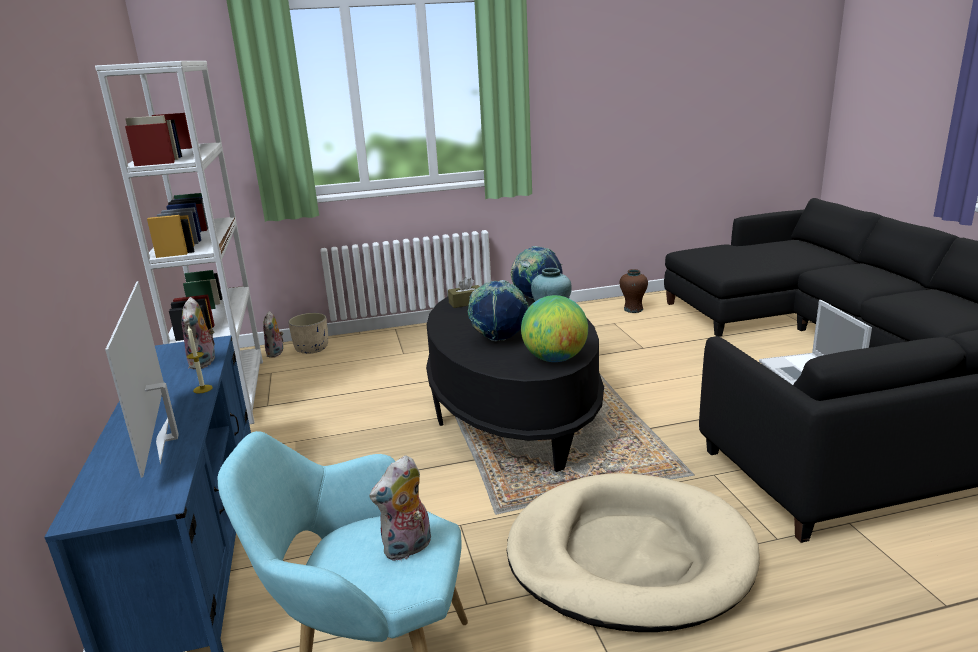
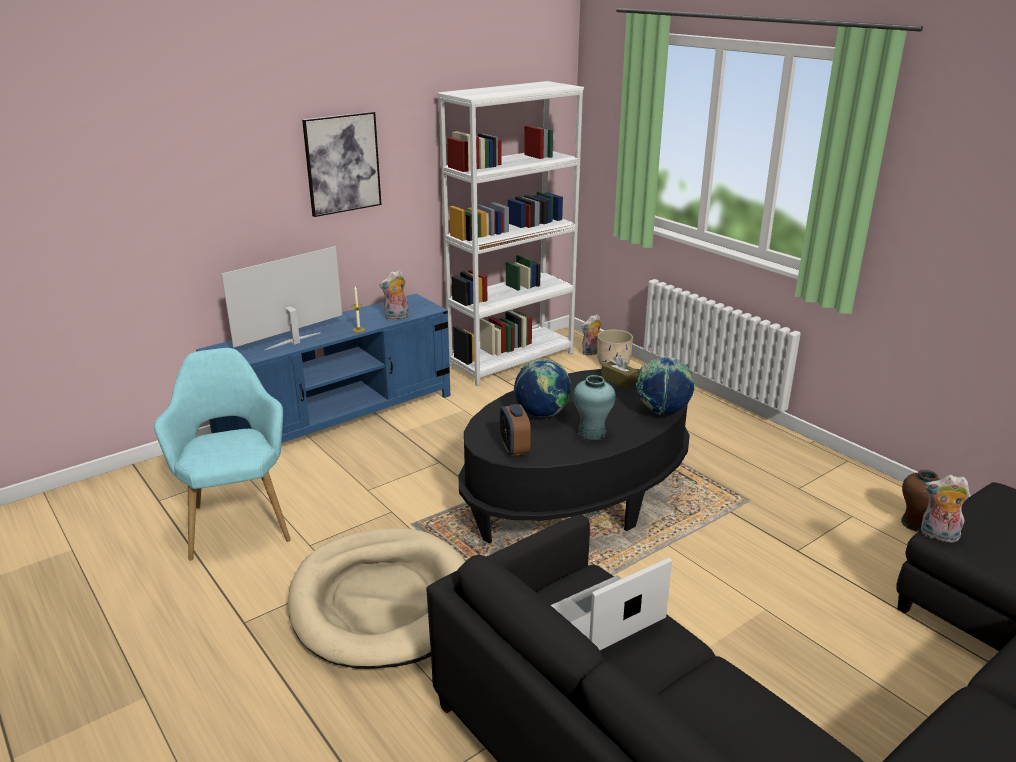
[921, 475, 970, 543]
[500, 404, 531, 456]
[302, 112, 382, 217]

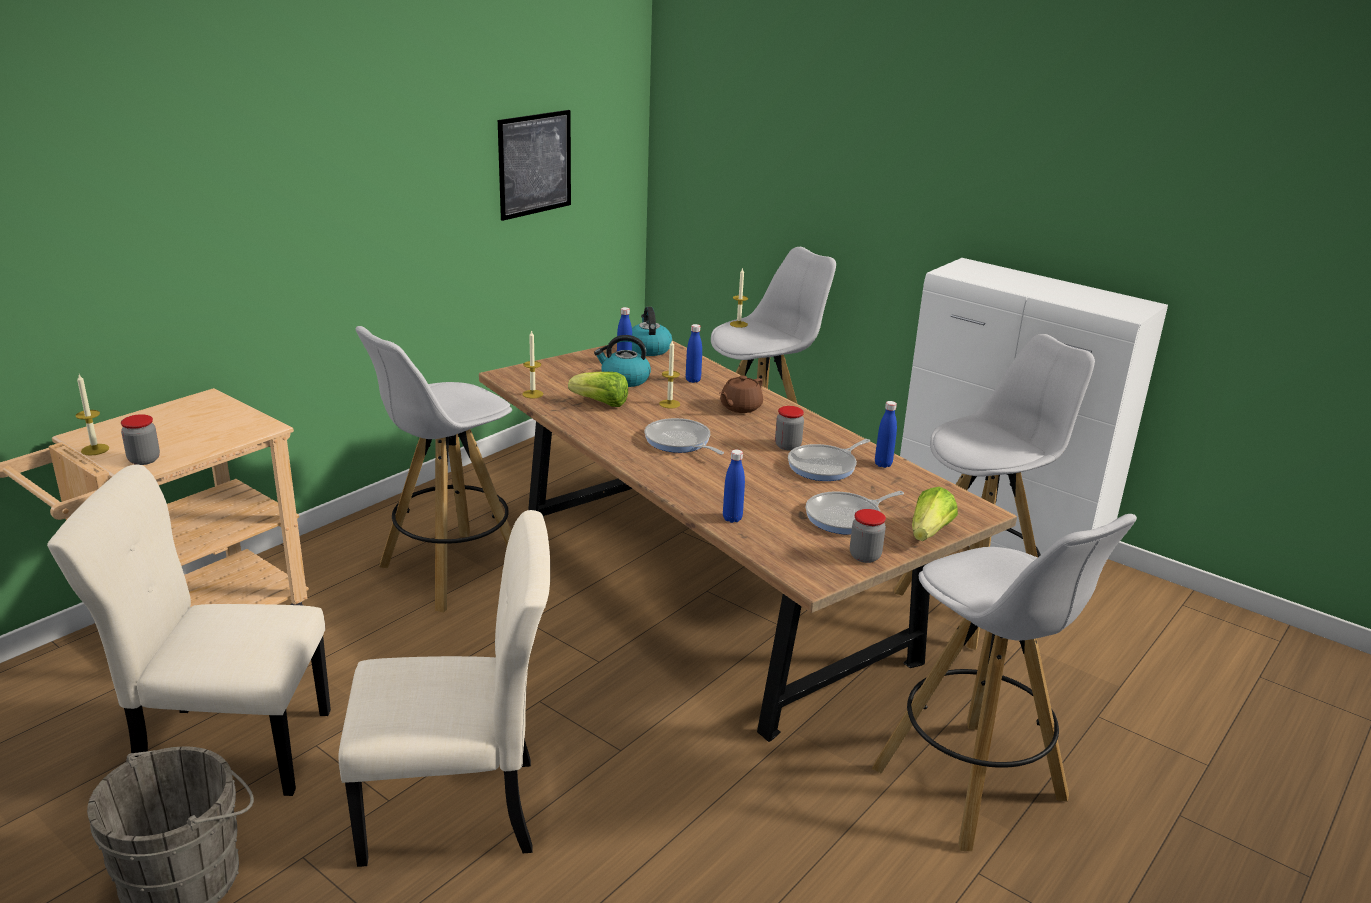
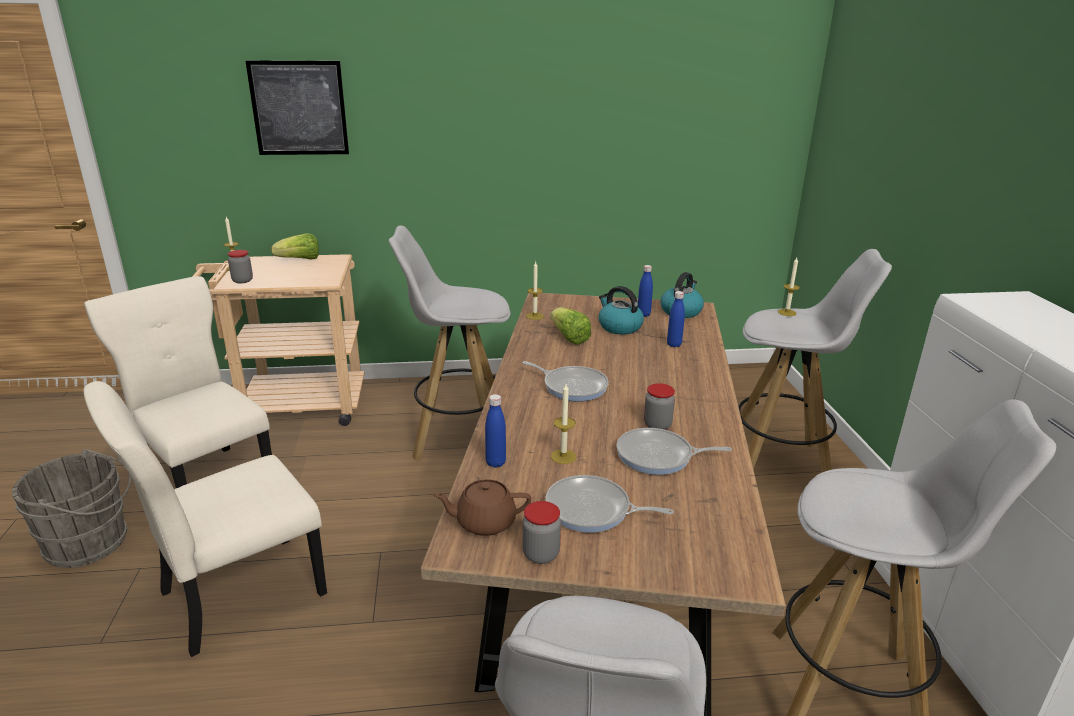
[84, 381, 327, 657]
[245, 60, 349, 155]
[522, 361, 608, 402]
[551, 384, 576, 464]
[433, 479, 531, 536]
[875, 401, 897, 468] (first image)
[271, 233, 319, 260]

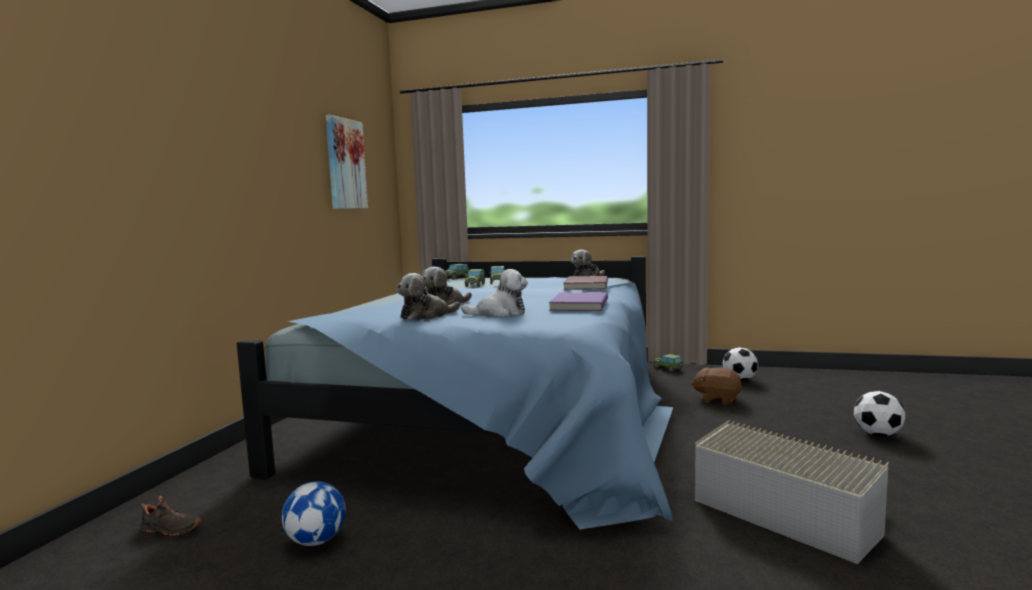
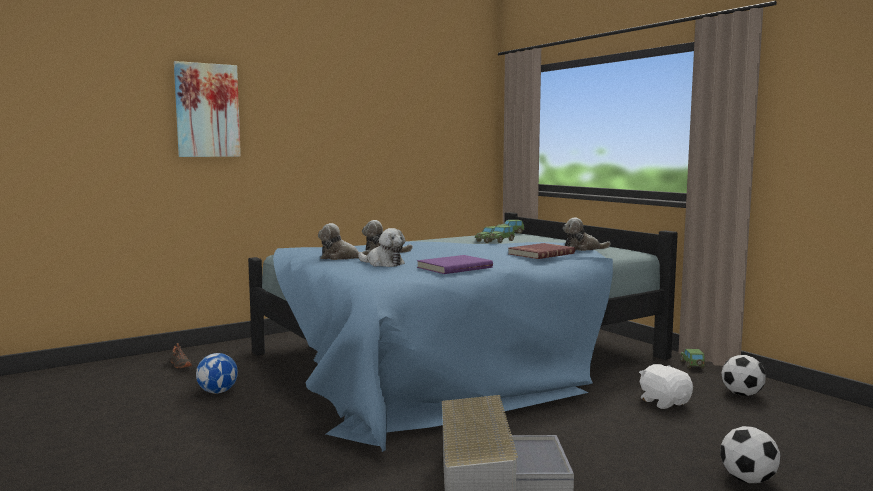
[174, 61, 241, 157]
[639, 364, 693, 409]

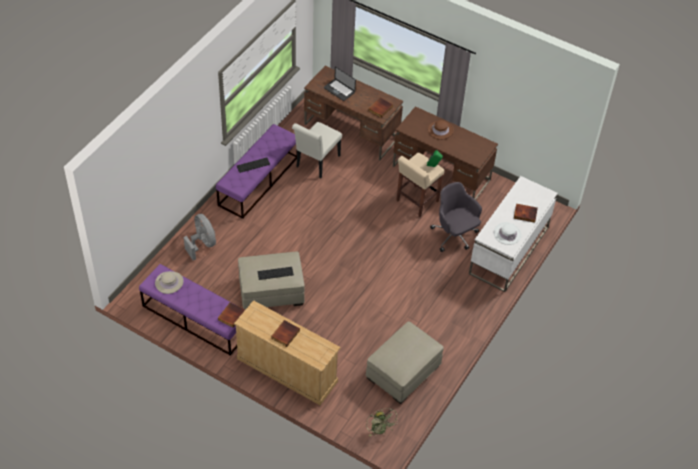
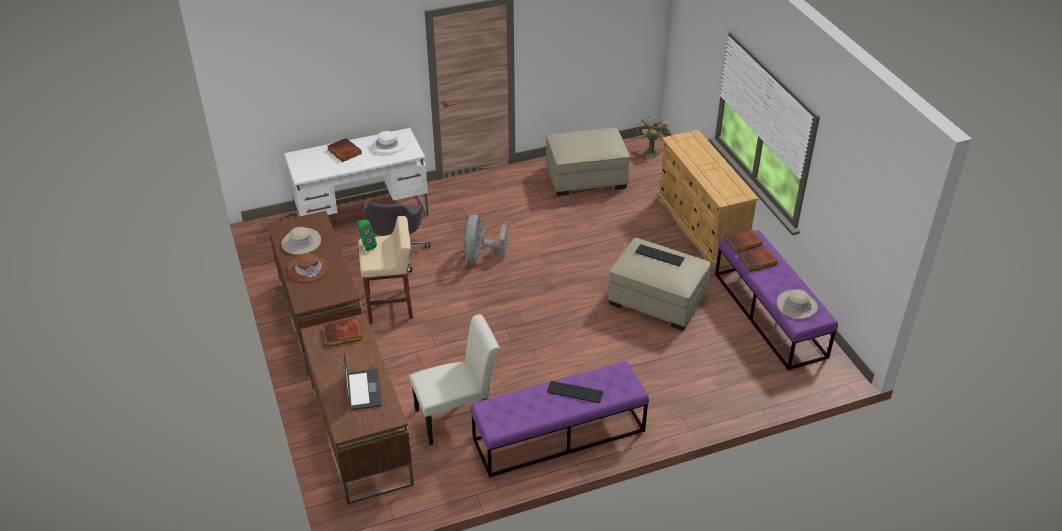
[463, 215, 507, 263]
[739, 246, 778, 272]
[281, 227, 321, 255]

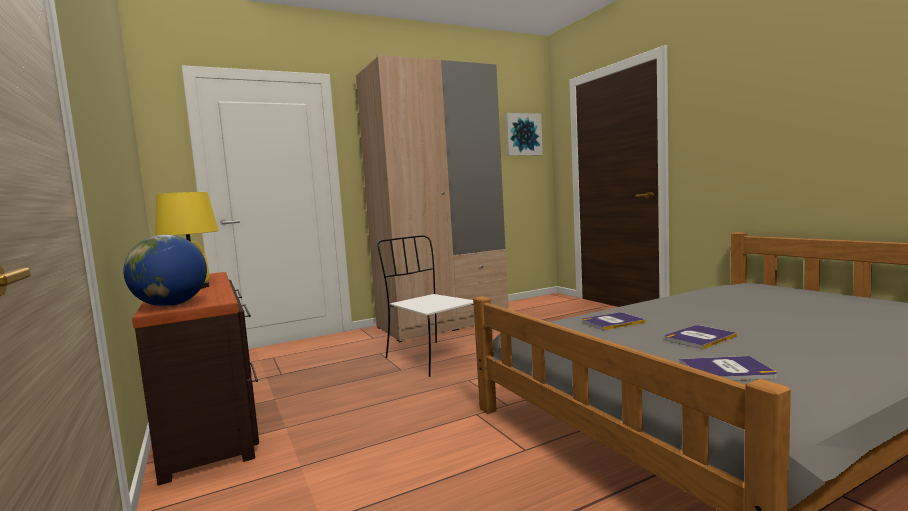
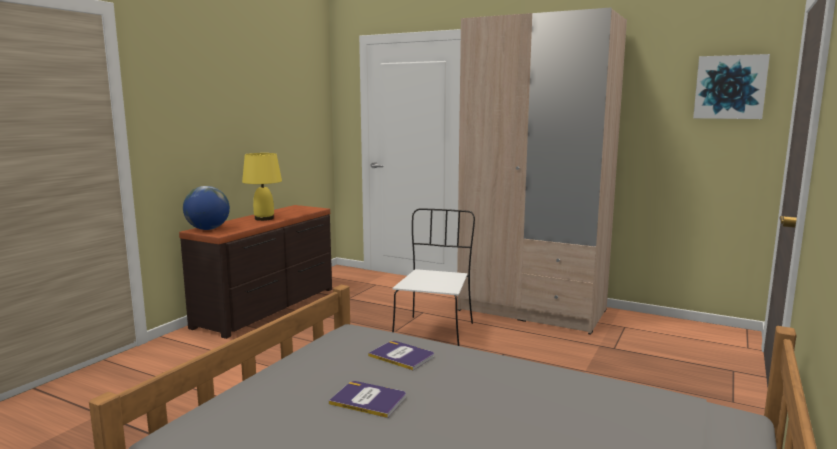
[679, 356, 777, 381] (first image)

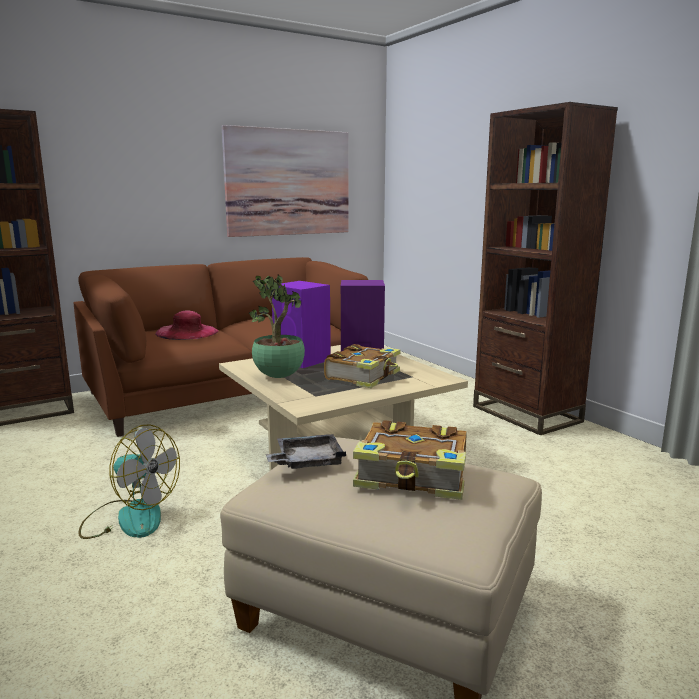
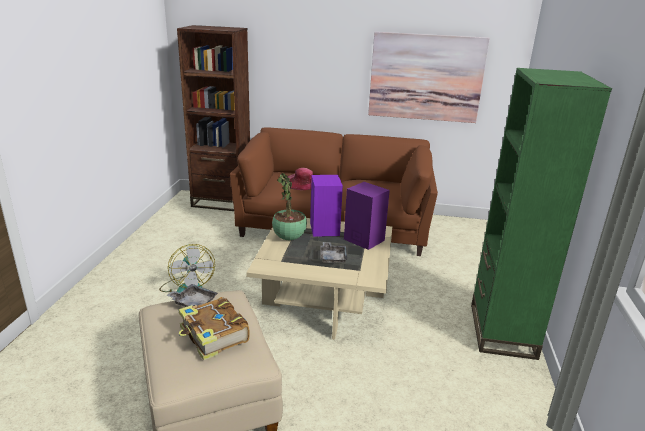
[320, 242, 347, 264]
[471, 68, 612, 360]

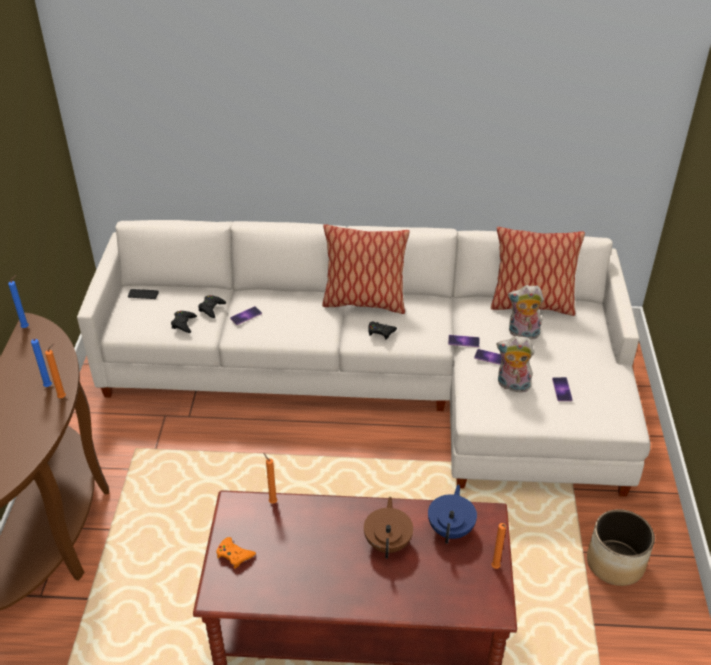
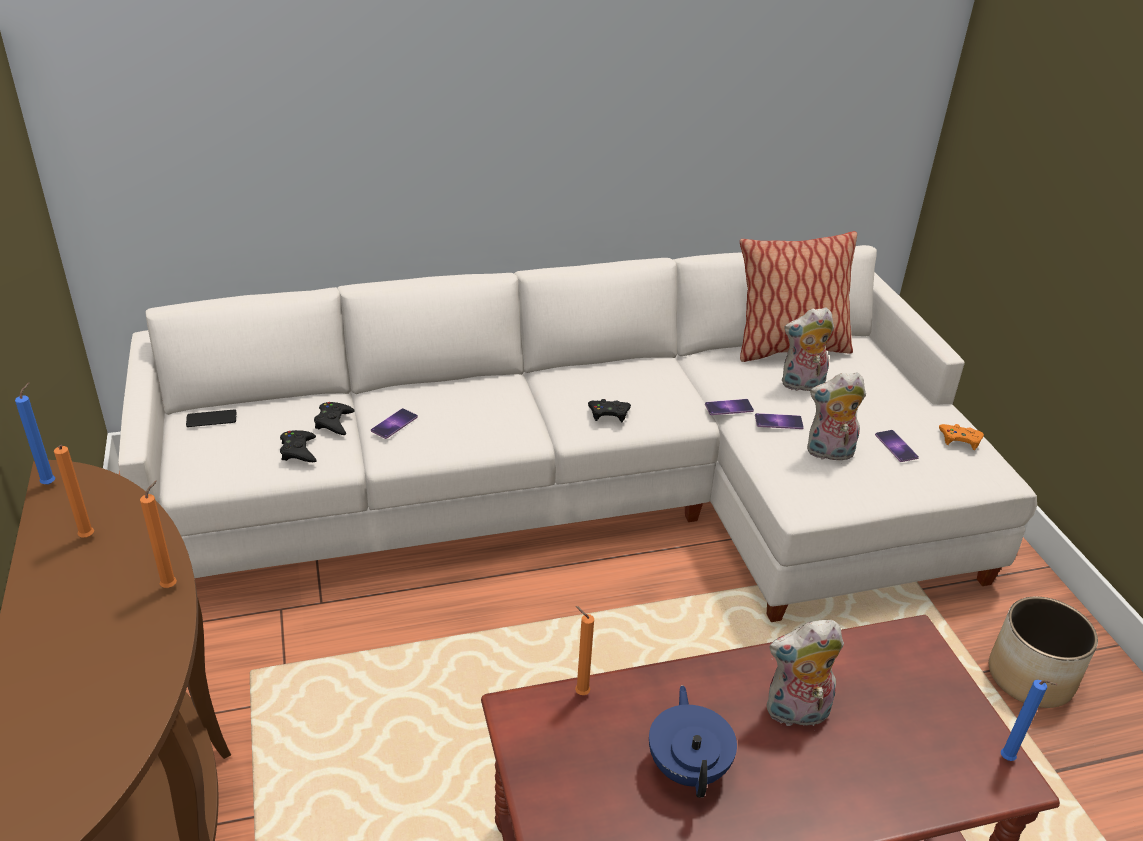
[1001, 680, 1057, 761]
[939, 424, 984, 450]
[322, 224, 409, 314] (first image)
[767, 620, 844, 729]
[649, 685, 737, 798]
[54, 445, 94, 537]

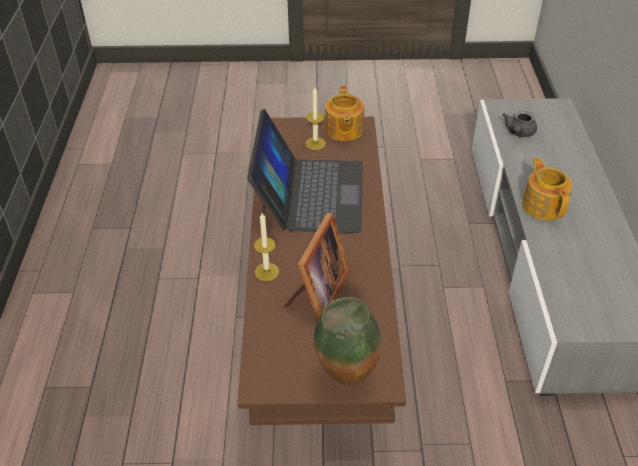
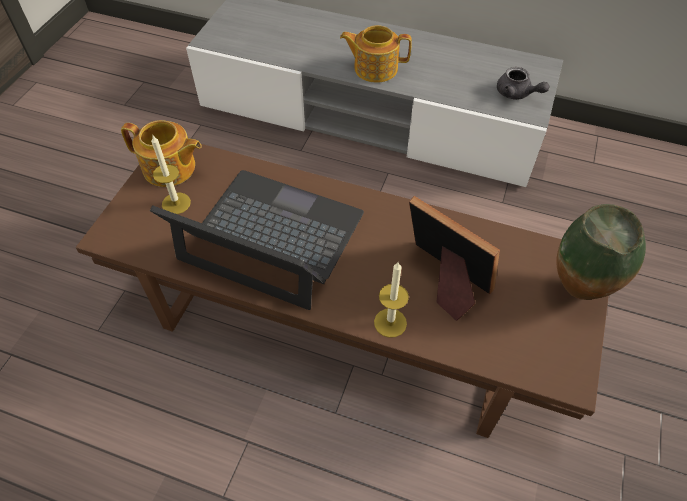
[497, 67, 549, 100]

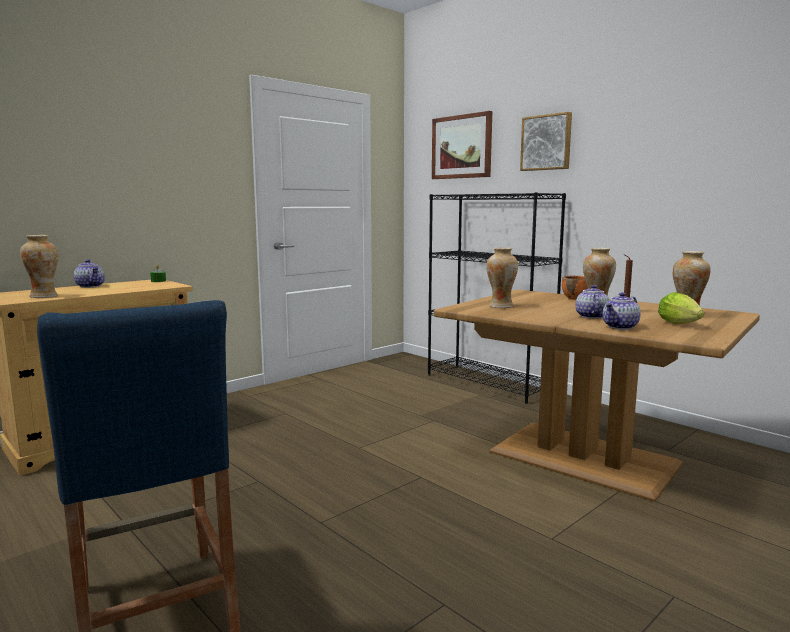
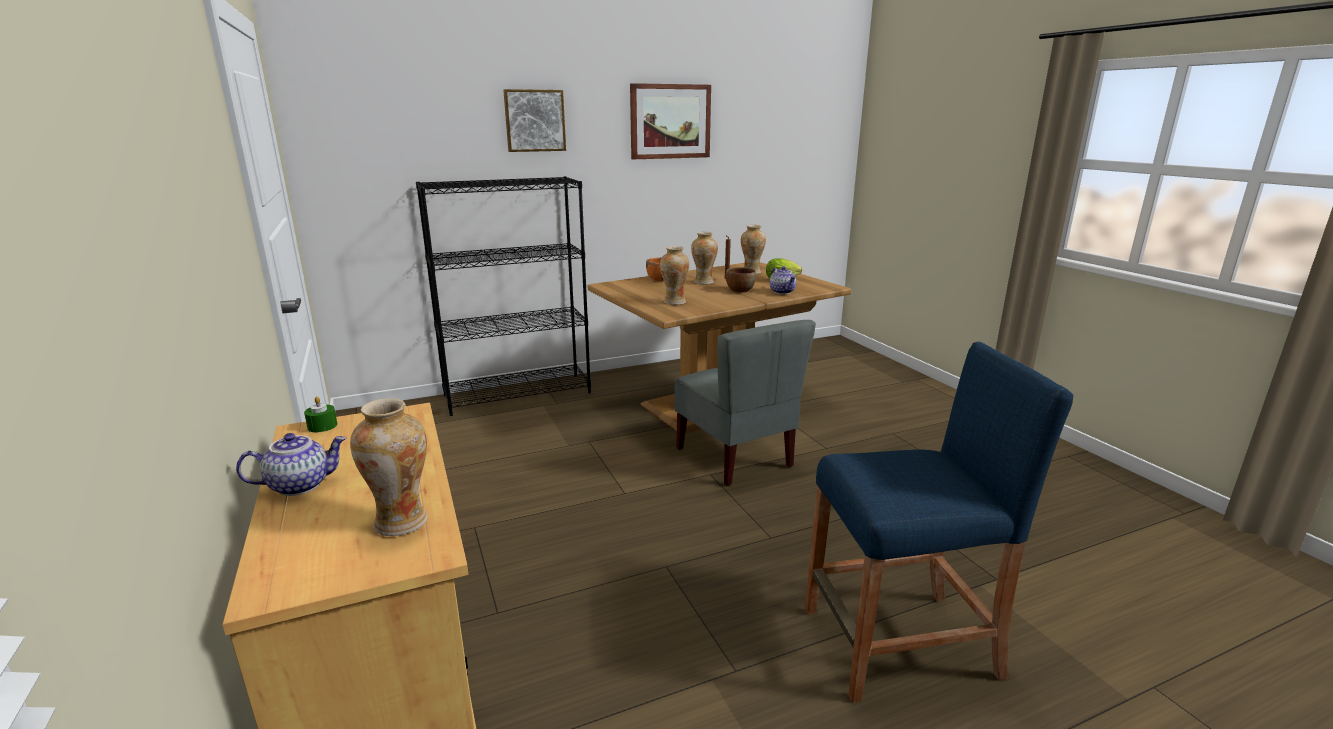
[630, 83, 711, 159]
[726, 267, 756, 292]
[674, 320, 816, 486]

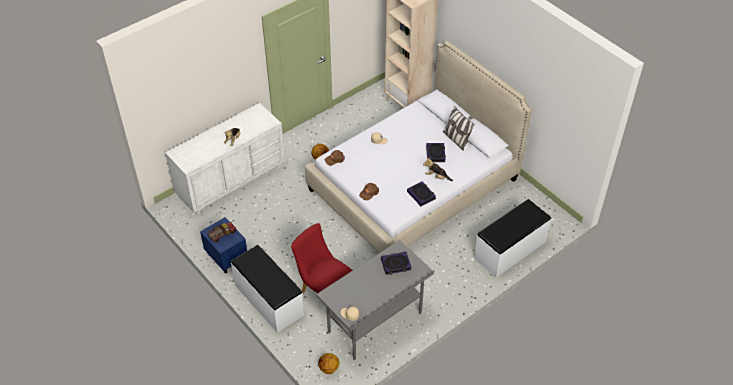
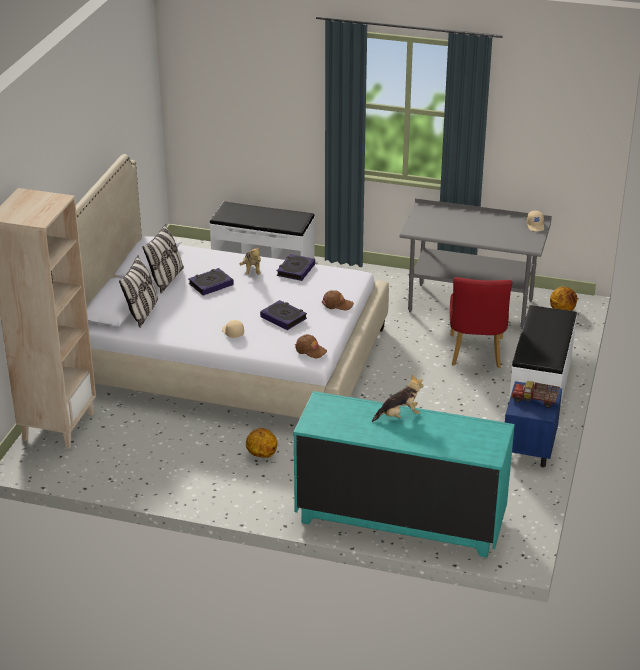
[293, 391, 515, 558]
[260, 300, 307, 330]
[119, 255, 158, 328]

